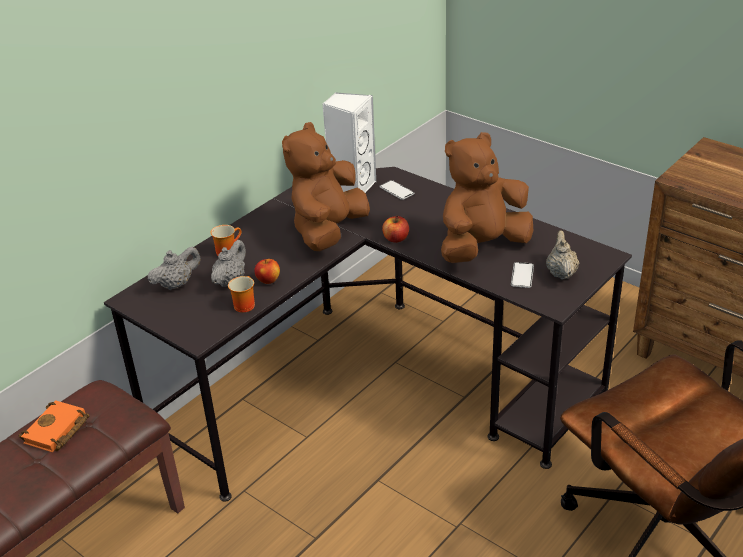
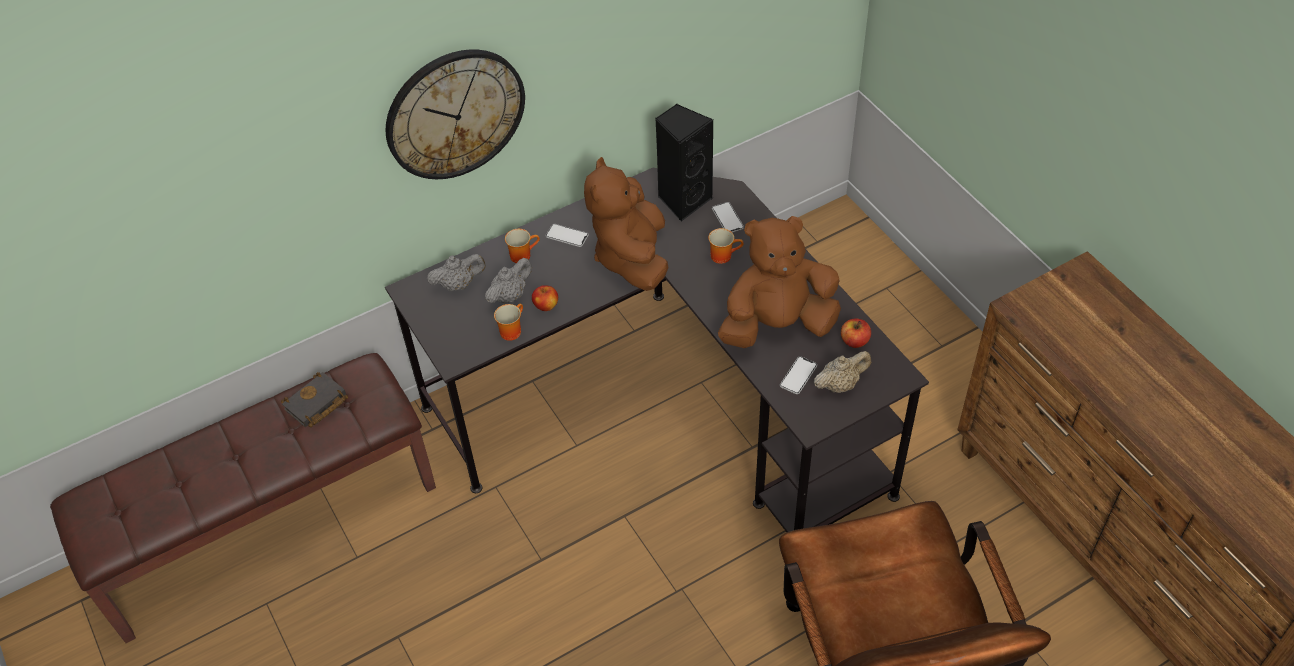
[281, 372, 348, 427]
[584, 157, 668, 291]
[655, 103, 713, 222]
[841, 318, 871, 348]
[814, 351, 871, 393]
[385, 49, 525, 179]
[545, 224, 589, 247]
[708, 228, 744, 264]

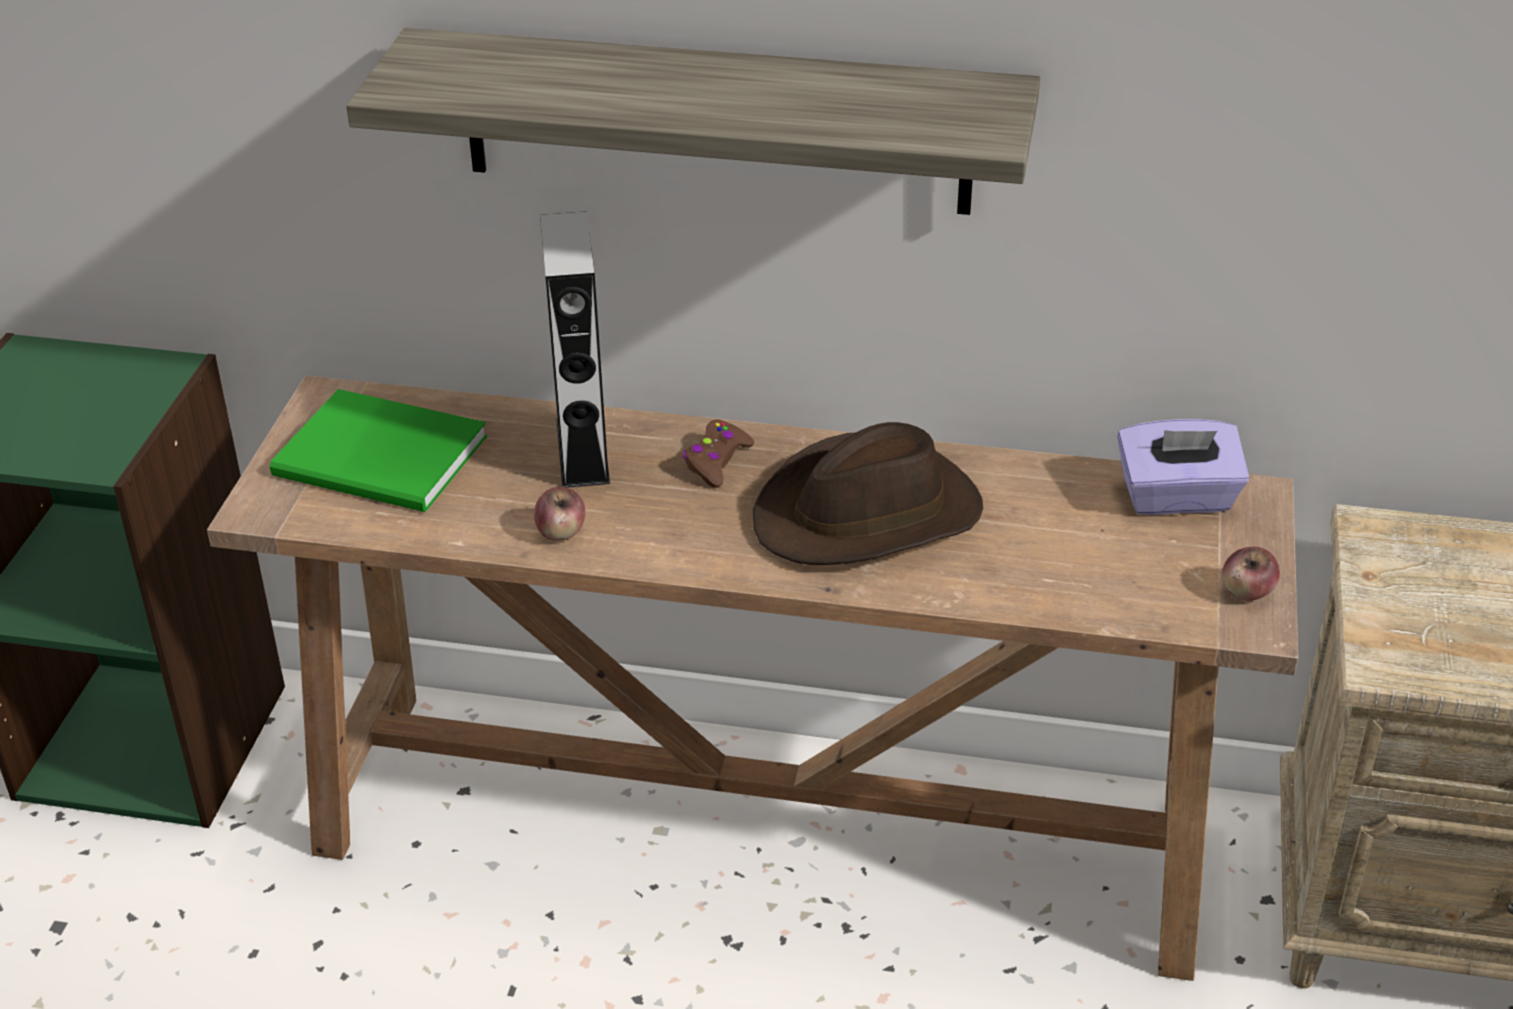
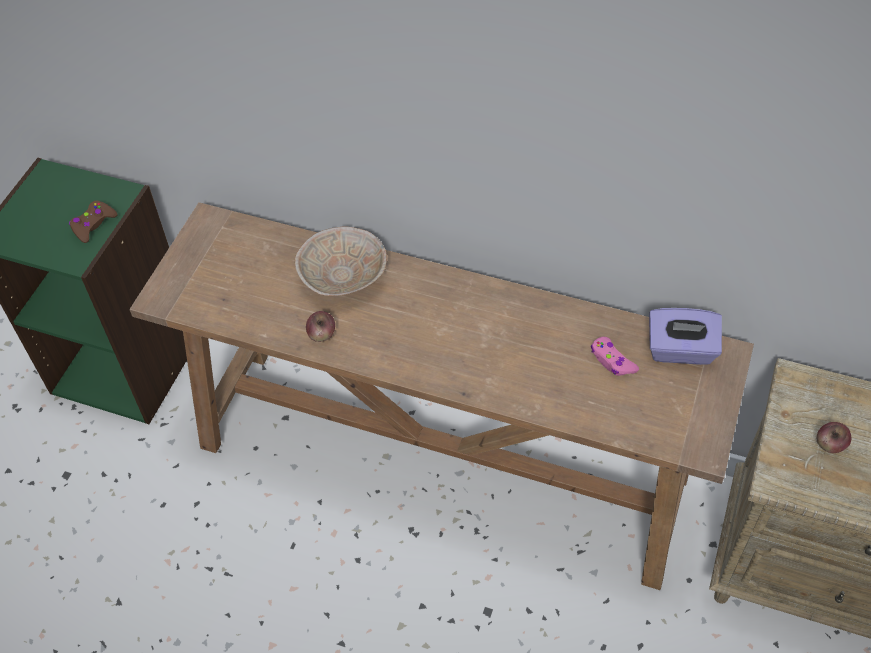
[270, 389, 487, 512] (first image)
[346, 28, 1040, 215] (first image)
[295, 226, 387, 296]
[69, 200, 118, 243]
[753, 422, 983, 565] (first image)
[817, 422, 851, 453]
[591, 337, 639, 376]

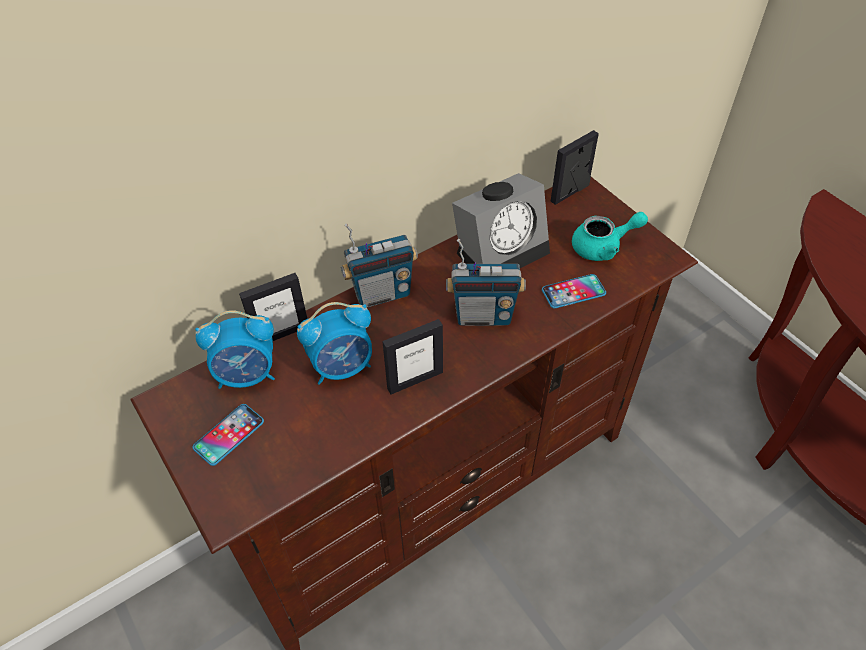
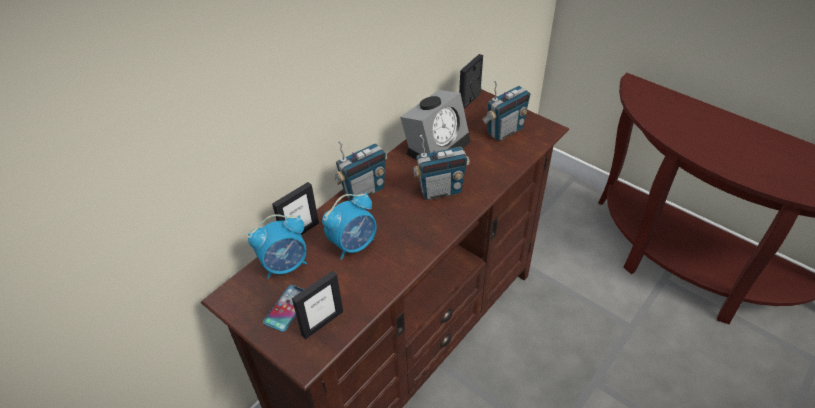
[292, 271, 343, 339]
[542, 274, 606, 308] (first image)
[482, 80, 530, 141]

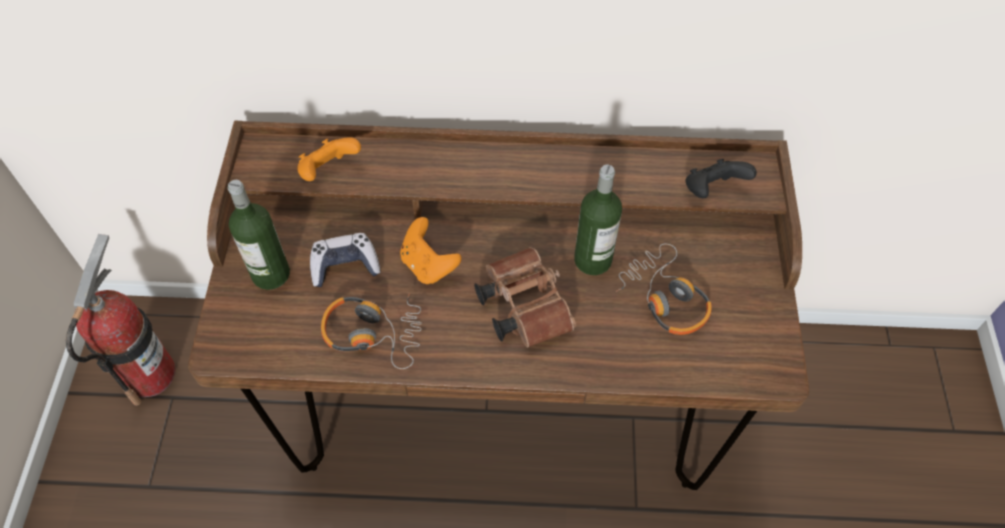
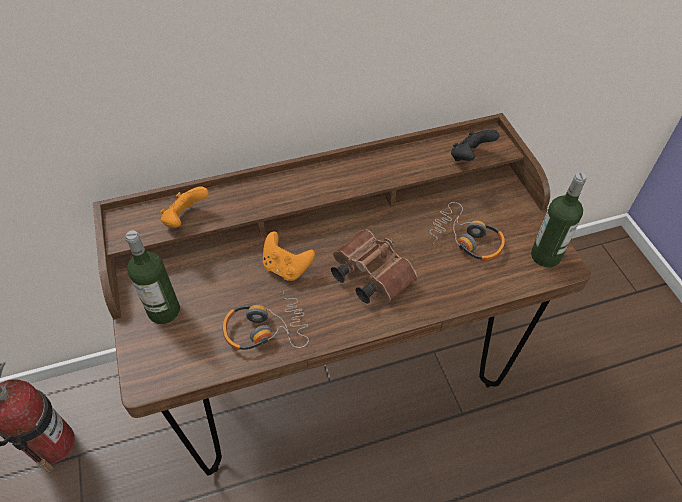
[310, 233, 380, 287] (first image)
[531, 172, 587, 267]

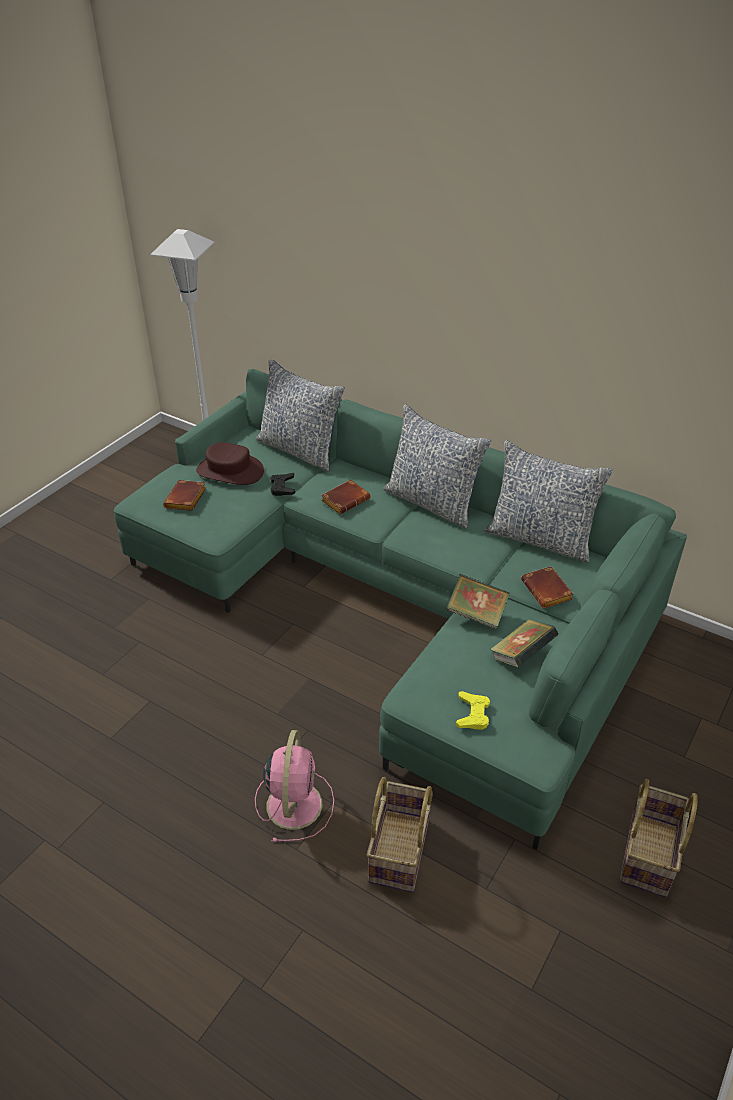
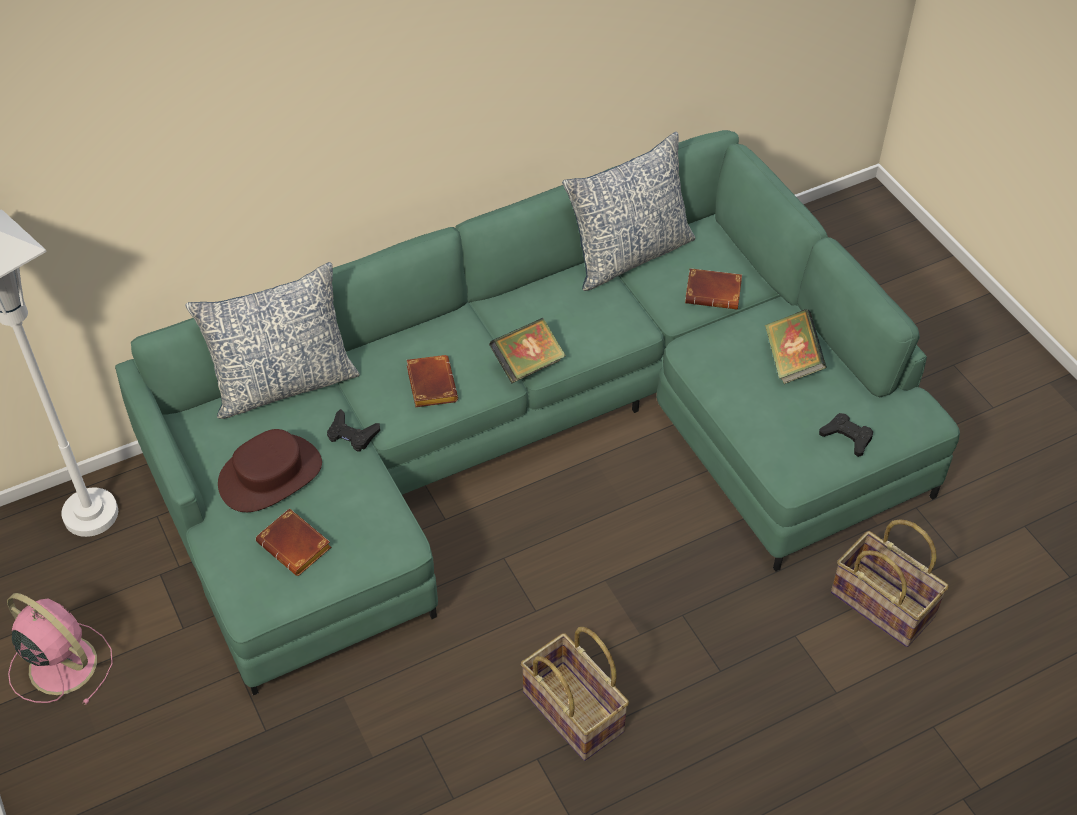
[7, 593, 113, 705]
[383, 405, 491, 529] (first image)
[489, 318, 566, 384]
[819, 413, 873, 457]
[521, 627, 629, 761]

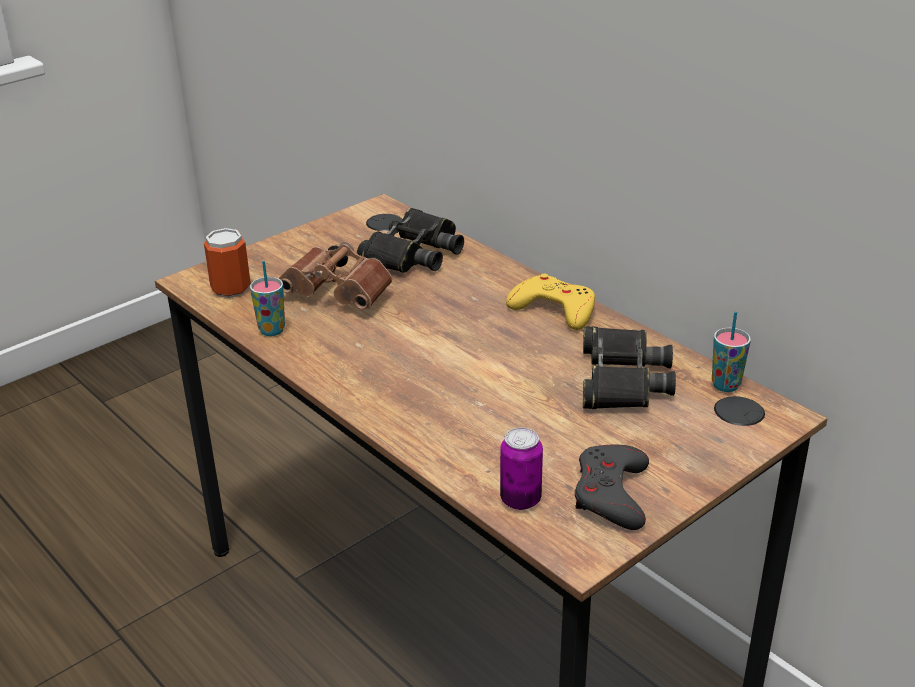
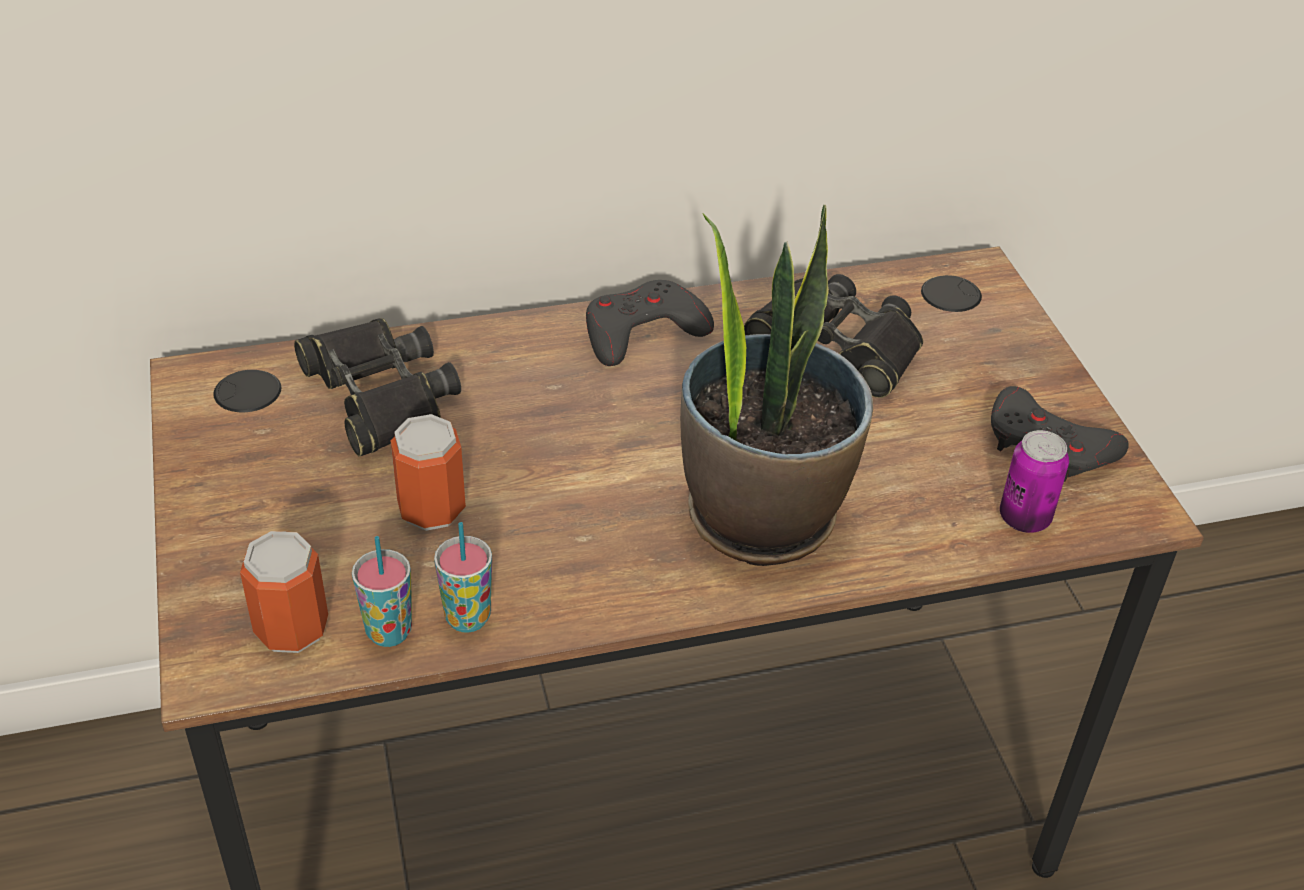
[390, 414, 466, 531]
[586, 280, 714, 366]
[352, 536, 412, 647]
[680, 205, 873, 566]

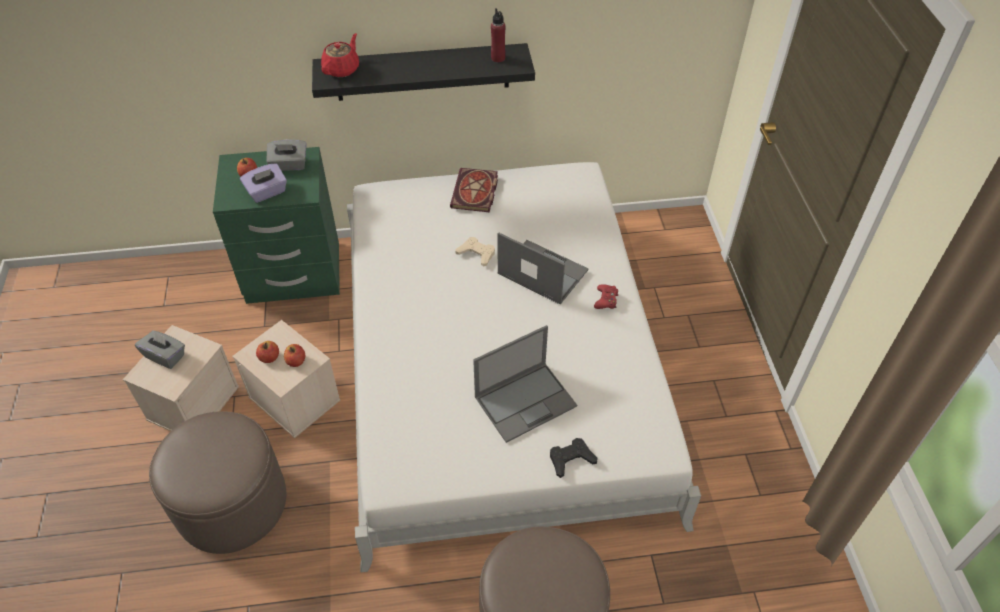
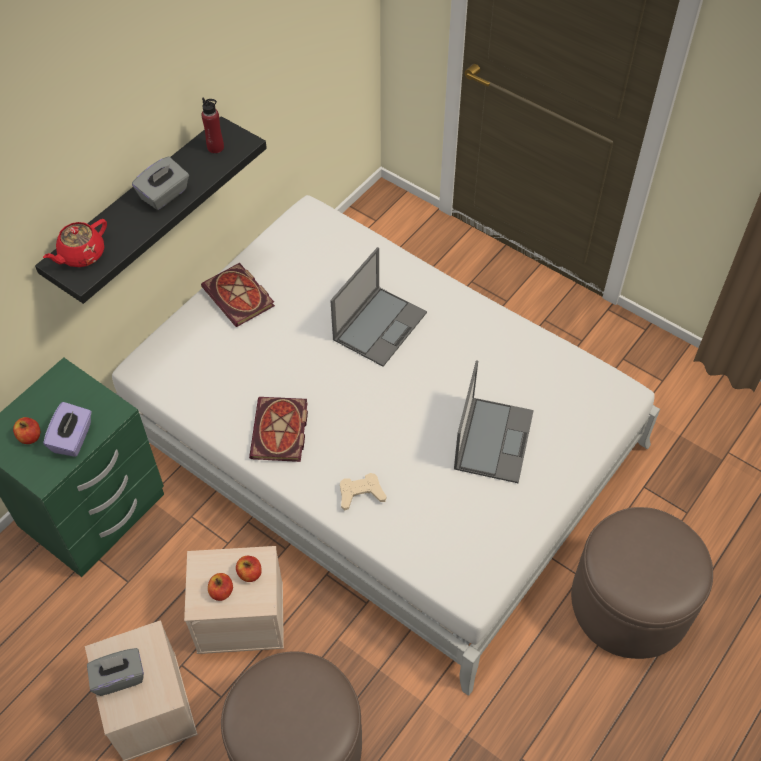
[132, 156, 189, 210]
[43, 219, 107, 267]
[340, 473, 387, 511]
[330, 247, 427, 367]
[550, 438, 597, 478] (first image)
[594, 284, 618, 309] (first image)
[249, 397, 308, 462]

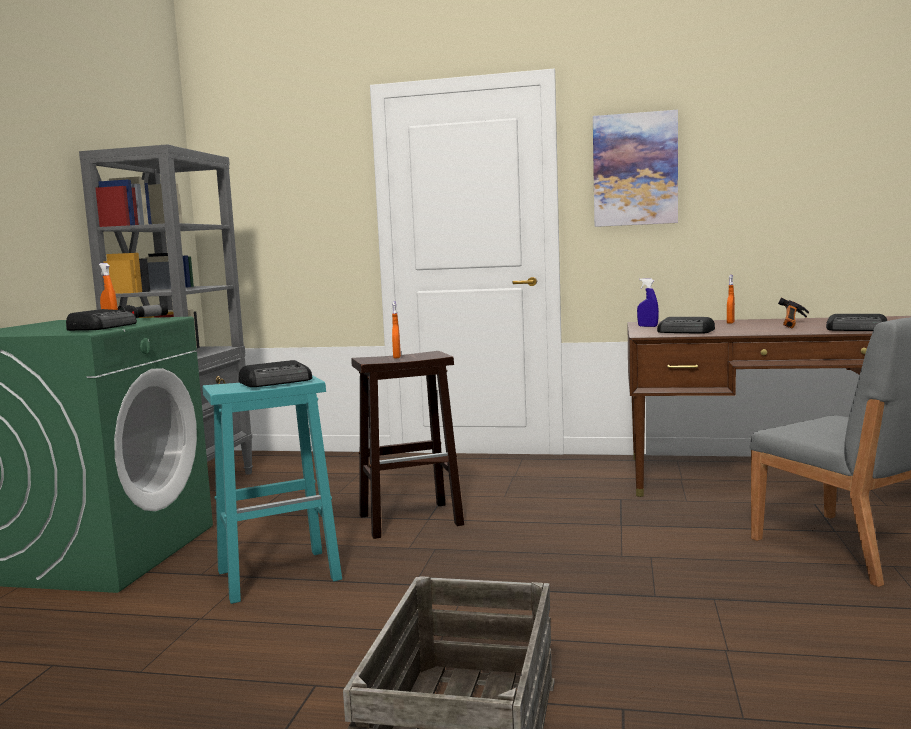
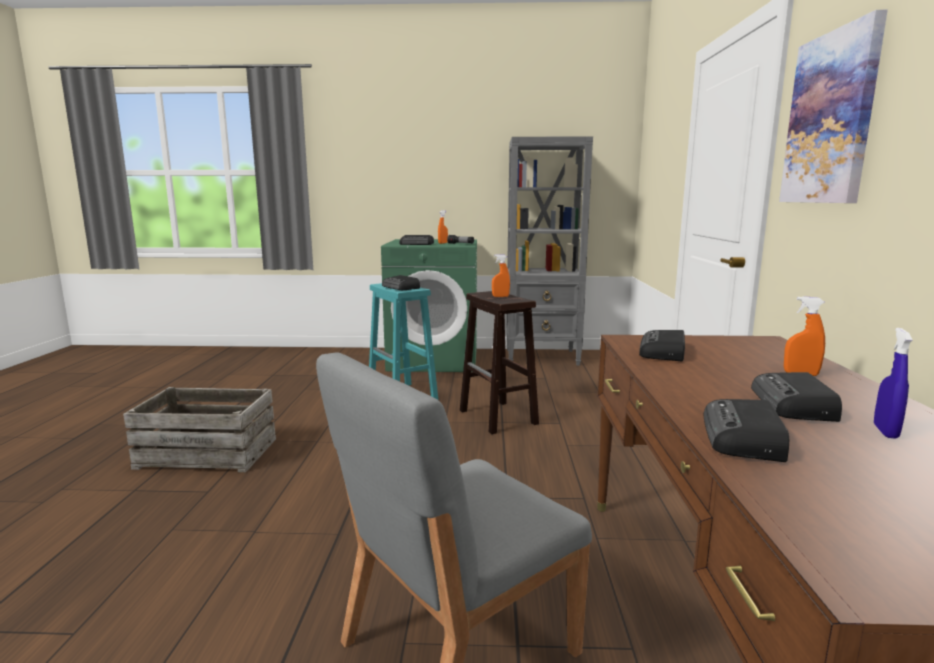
[874, 328, 913, 439]
[751, 372, 842, 422]

